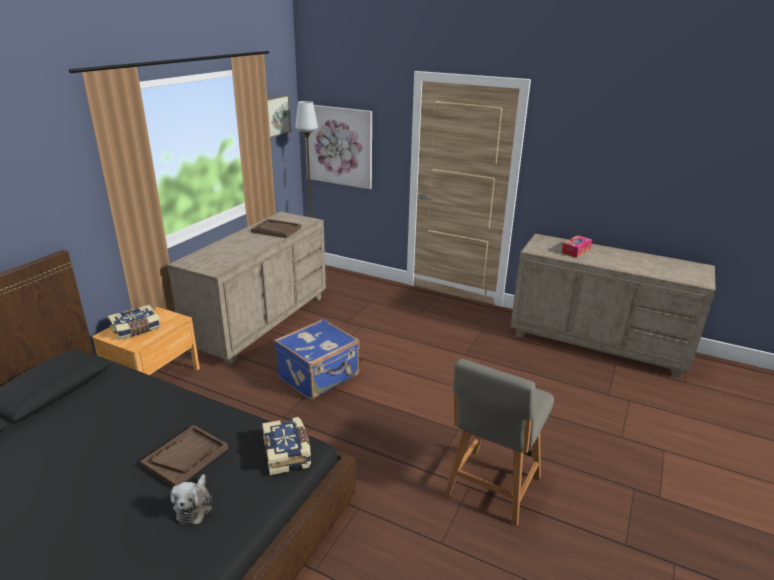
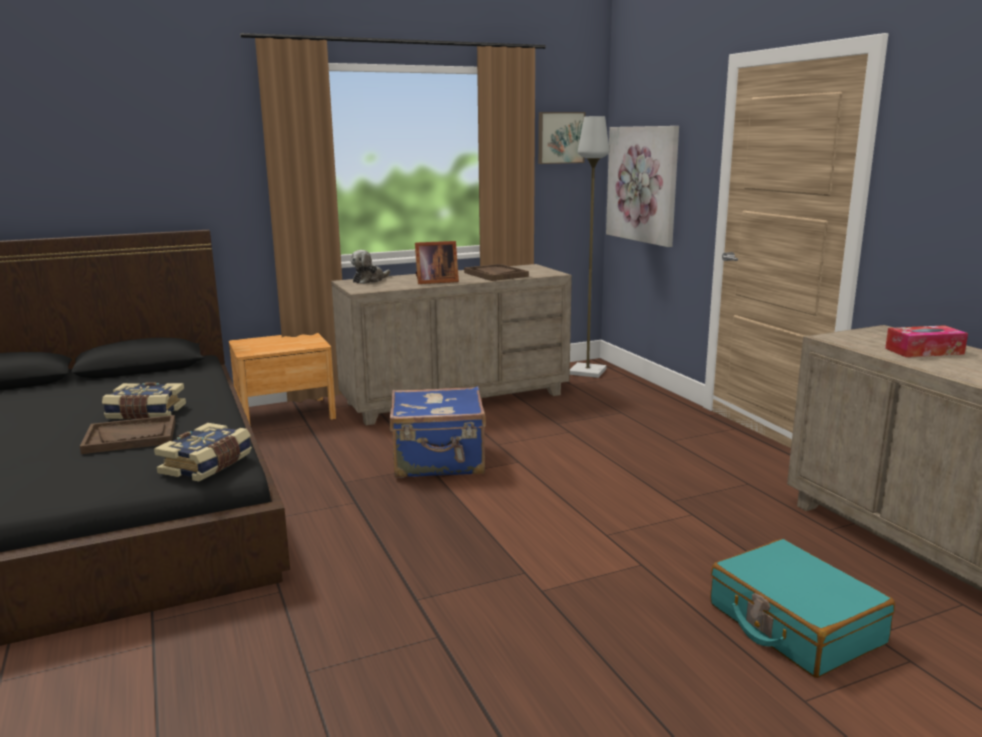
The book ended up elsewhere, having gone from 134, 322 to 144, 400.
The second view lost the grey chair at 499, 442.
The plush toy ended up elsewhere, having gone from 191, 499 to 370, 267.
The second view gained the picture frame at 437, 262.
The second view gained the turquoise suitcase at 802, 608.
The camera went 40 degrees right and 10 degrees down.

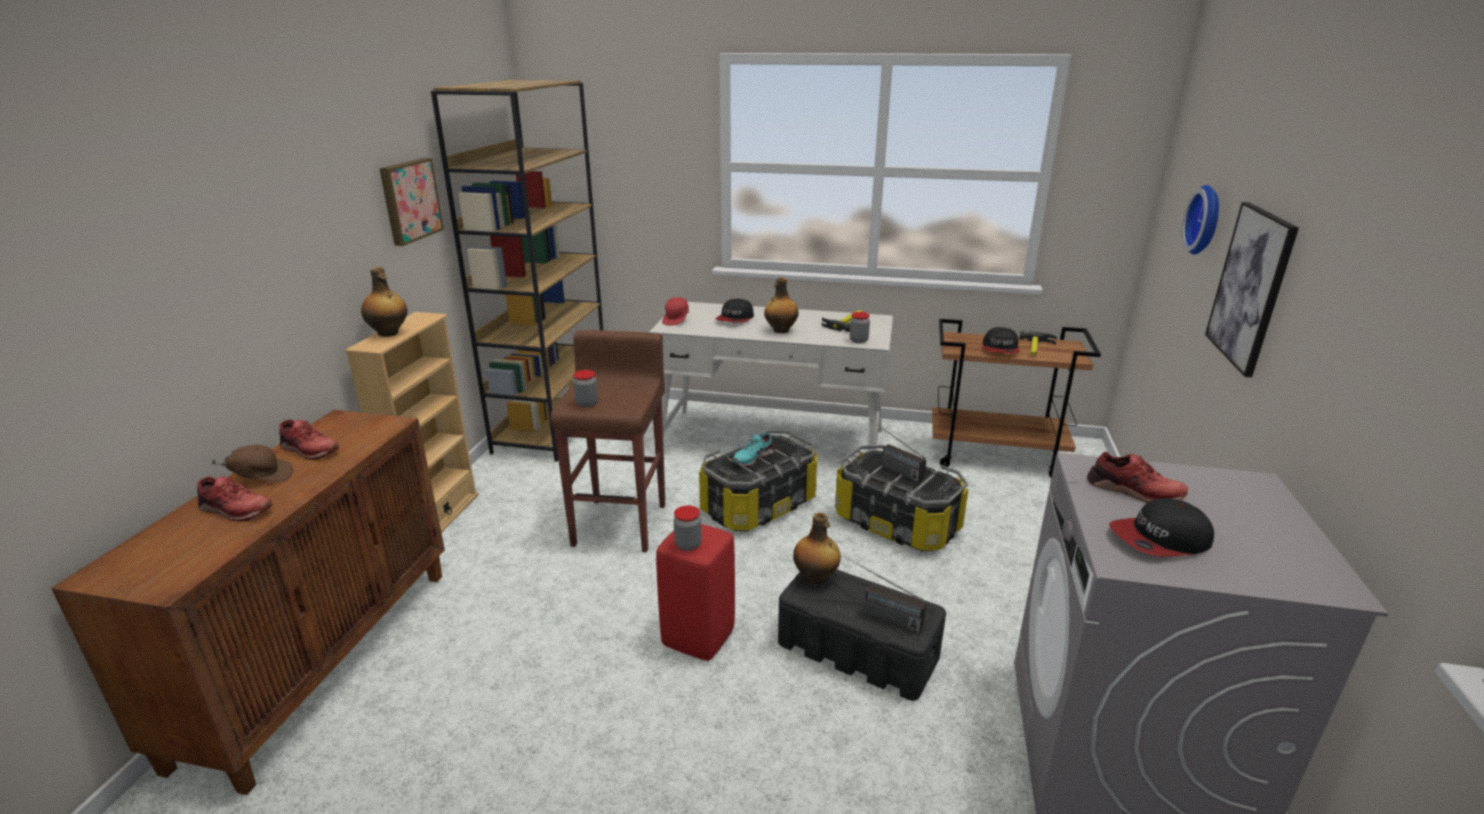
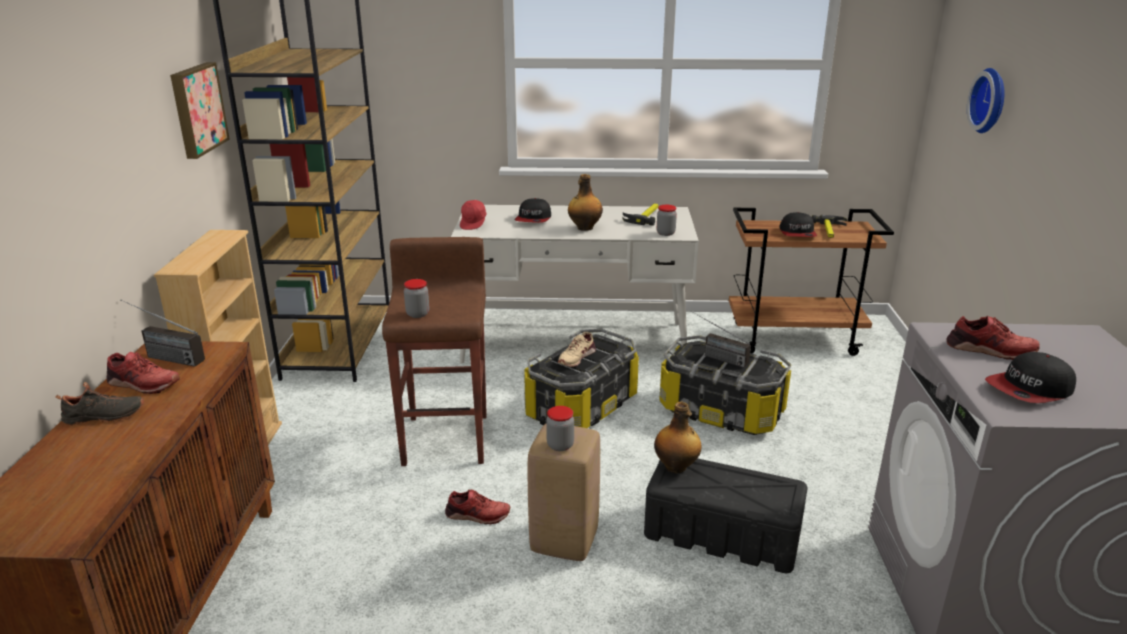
The second view lost the picture at 1252, 289.
The second view lost the bottle at 384, 302.
What was the turquoise shoe at 753, 449 turned into the beige shoe at 577, 349.
Where the brown cap stood at 252, 463, the black shoe came to stand at 100, 403.
The red shoe ended up elsewhere, having gone from 235, 499 to 477, 507.
What was the red stool at 695, 592 turned into the beige stool at 564, 492.
The radio ended up elsewhere, having gone from 884, 594 to 162, 333.
The camera went 10 degrees left and 0 degrees up.

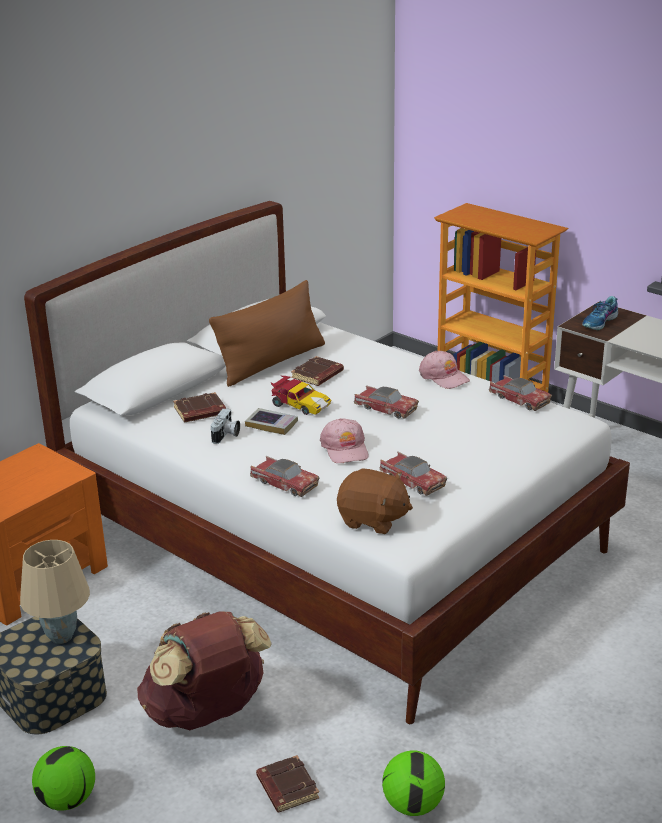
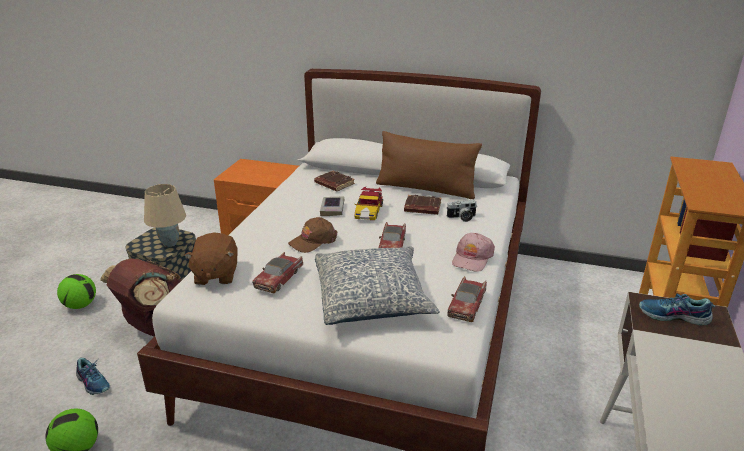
The photo camera ended up elsewhere, having gone from 225, 426 to 461, 211.
What was the pink cap at 344, 440 turned into the brown cap at 313, 235.
The second view lost the toy car at 285, 476.
Where the brown book stood at 288, 783, the shoe came to stand at 93, 376.
The second view gained the pillow at 377, 286.
The camera went 65 degrees right and 0 degrees up.

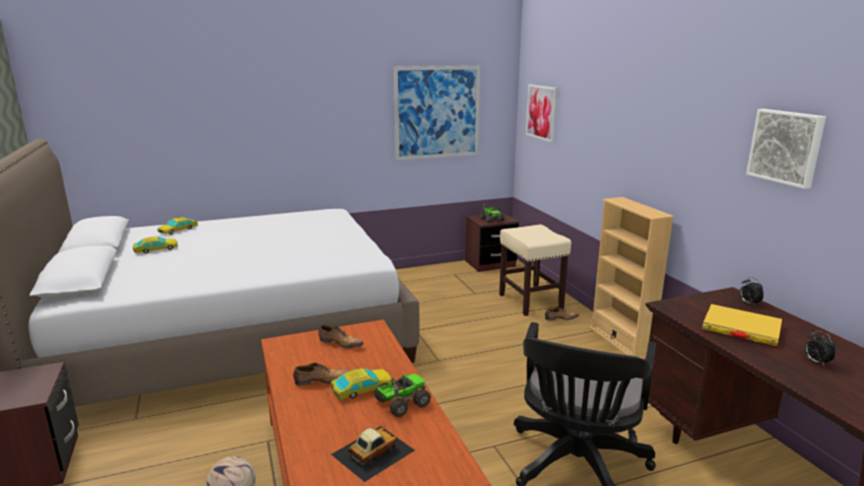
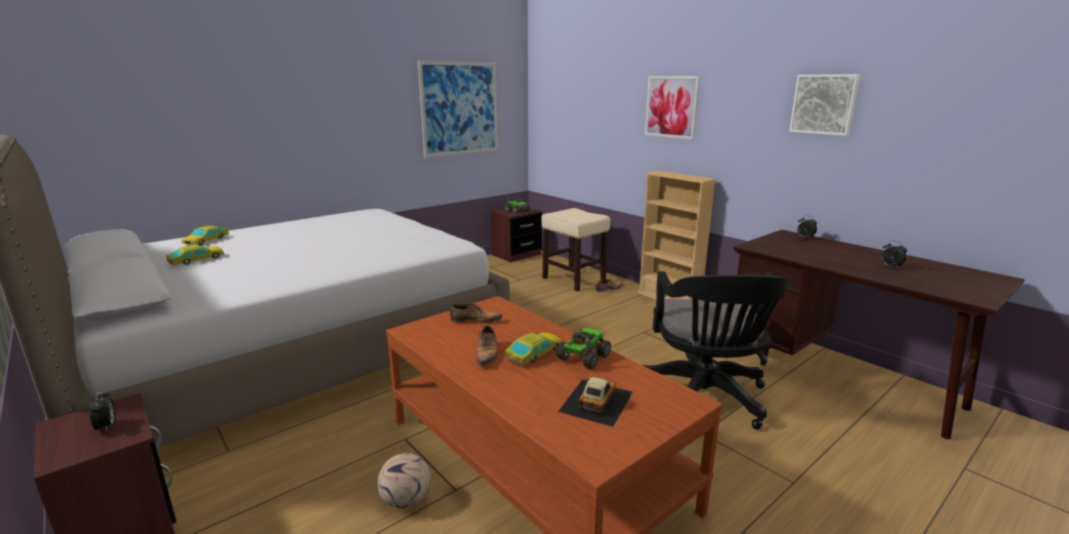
The picture ended up elsewhere, having gone from 542, 113 to 672, 107.
The second view lost the yellow book at 742, 325.
The shoe at 321, 374 ended up facing another way, 120 degrees clockwise from before.
The second view gained the alarm clock at 102, 411.
The camera went 20 degrees left and 0 degrees up.

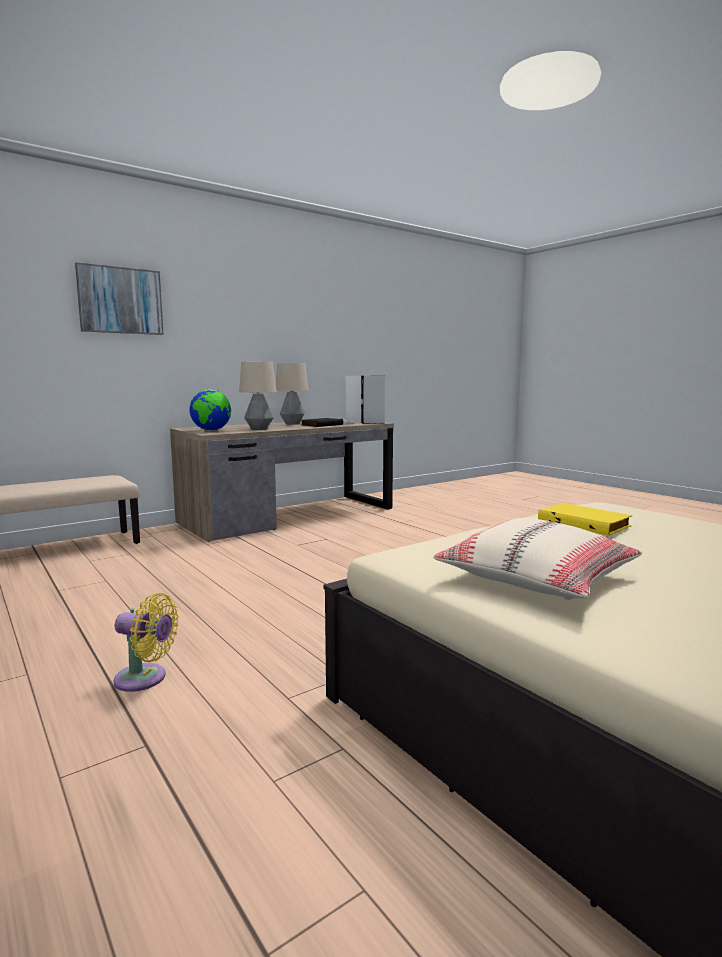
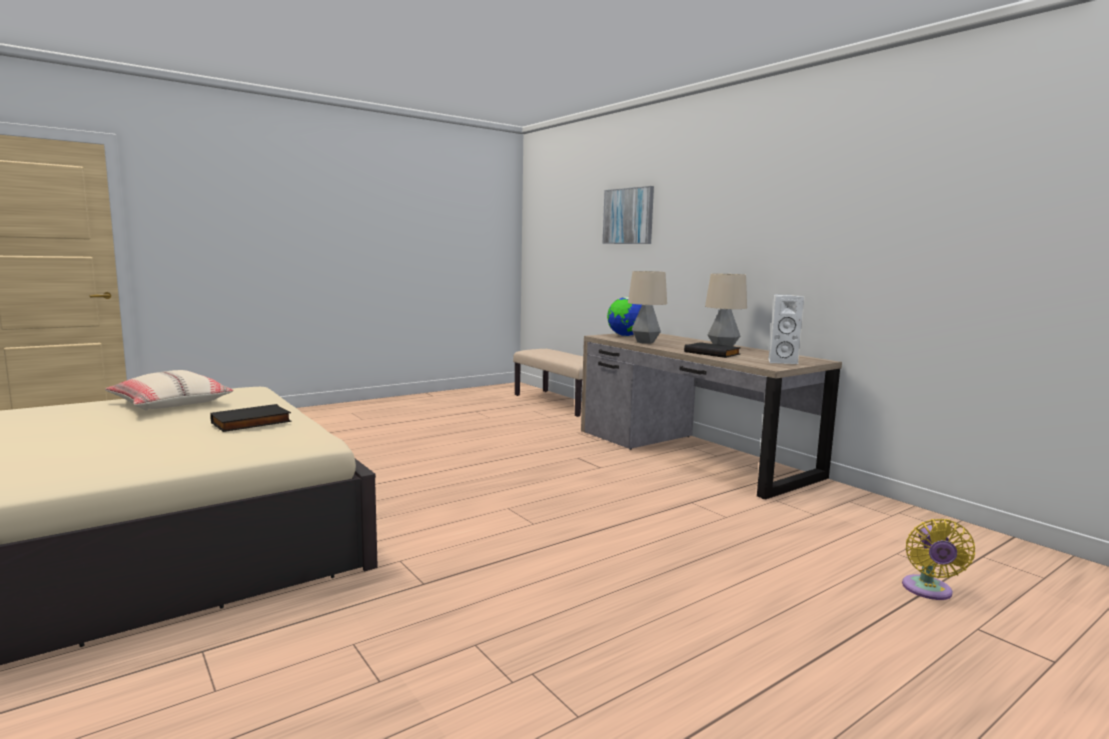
The second view lost the grey speaker at 373, 400.
What was the yellow book at 585, 519 turned into the black book at 250, 418.
The yellow fan ended up elsewhere, having gone from 146, 642 to 938, 559.
The camera went 90 degrees right and 0 degrees up.

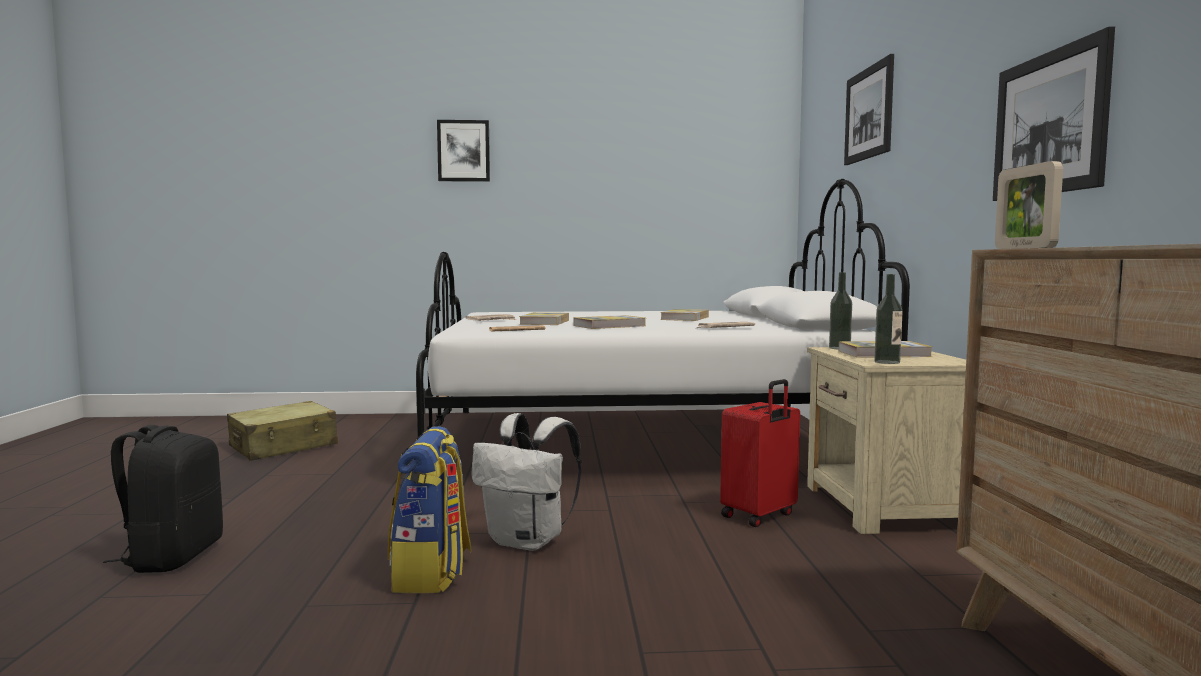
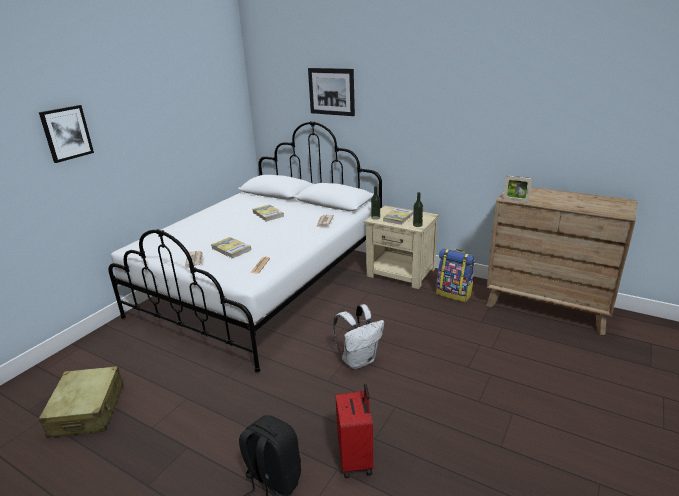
The second view lost the picture at 1054, 113.
The second view lost the book at 609, 322.
The red suitcase ended up elsewhere, having gone from 760, 453 to 354, 431.
The backpack ended up elsewhere, having gone from 430, 509 to 455, 275.
The camera went 55 degrees left and 20 degrees up.

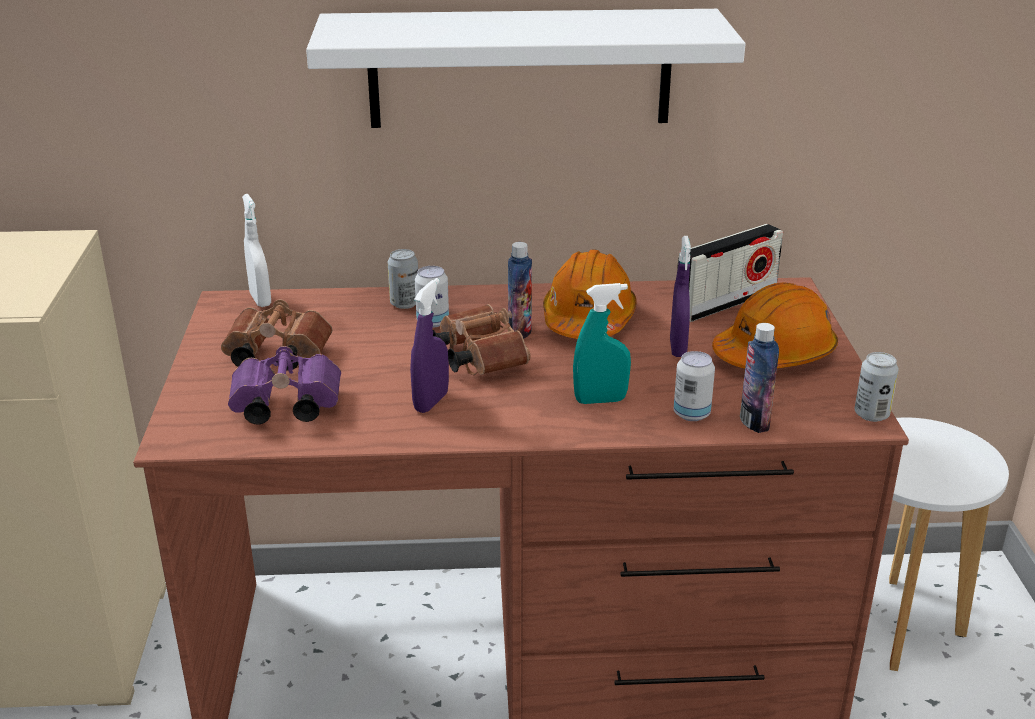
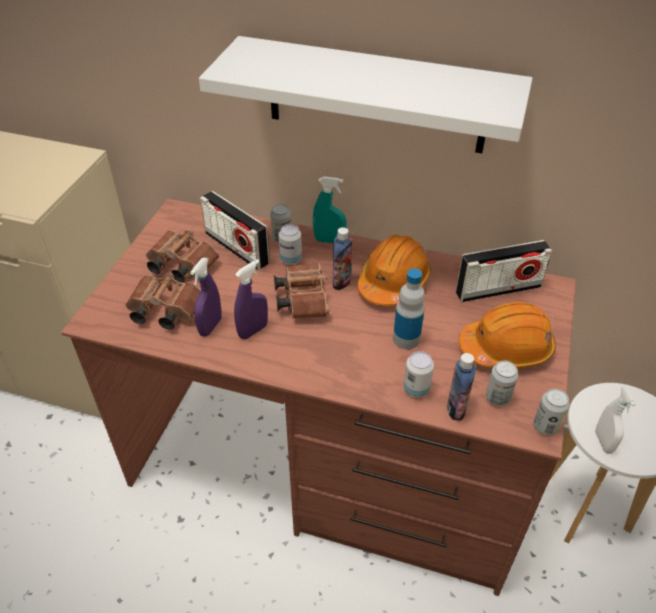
The white spray bottle ended up elsewhere, having gone from 256, 250 to 615, 420.
The purple spray bottle ended up elsewhere, having gone from 680, 296 to 206, 297.
The turquoise spray bottle ended up elsewhere, having gone from 602, 343 to 329, 209.
What was the purple binoculars at 284, 385 turned into the brown binoculars at 163, 301.
The second view gained the radio at 235, 230.
The second view gained the bottle at 409, 308.
The second view gained the can at 502, 383.
The camera went 20 degrees right and 15 degrees up.

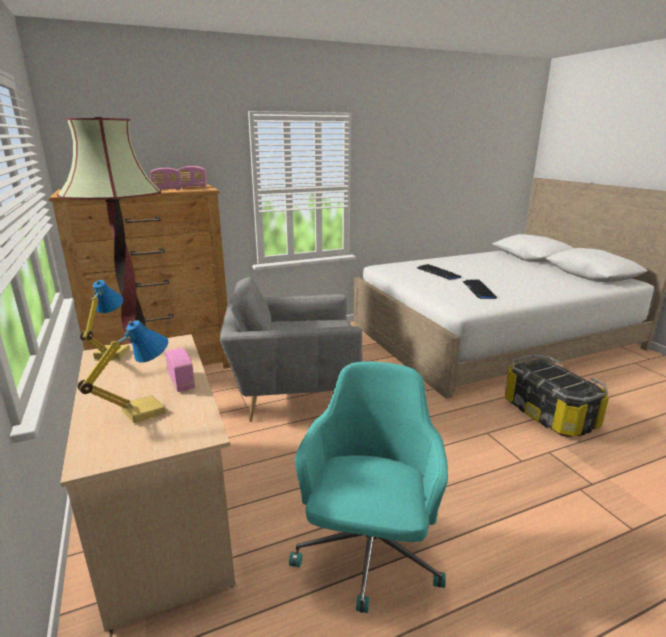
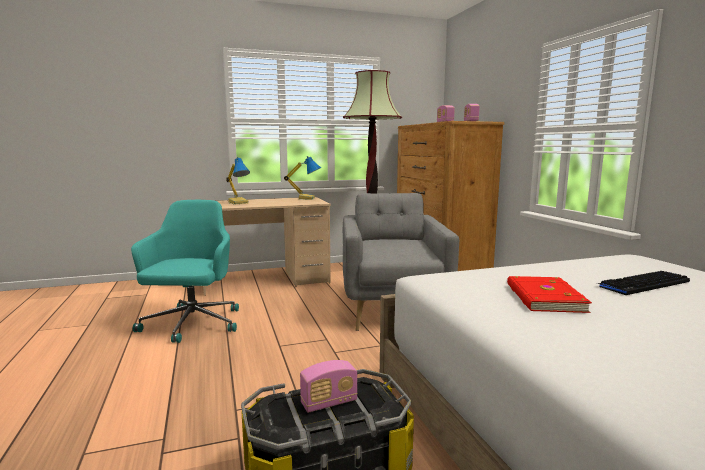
Where the keyboard stood at 480, 289, the red book came to stand at 549, 294.
The radio ended up elsewhere, having gone from 180, 370 to 329, 386.
The turquoise office chair at 368, 487 ended up facing another way, 105 degrees counterclockwise from before.
The camera went 95 degrees right and 10 degrees down.

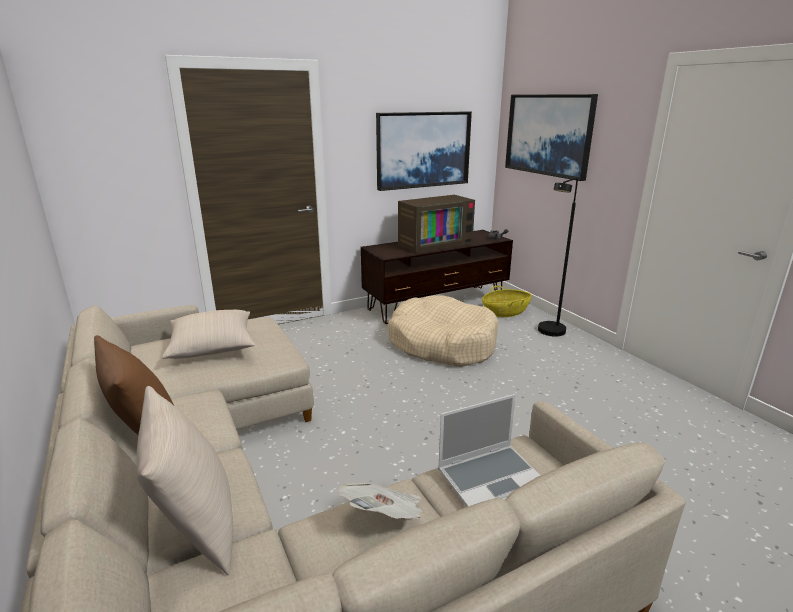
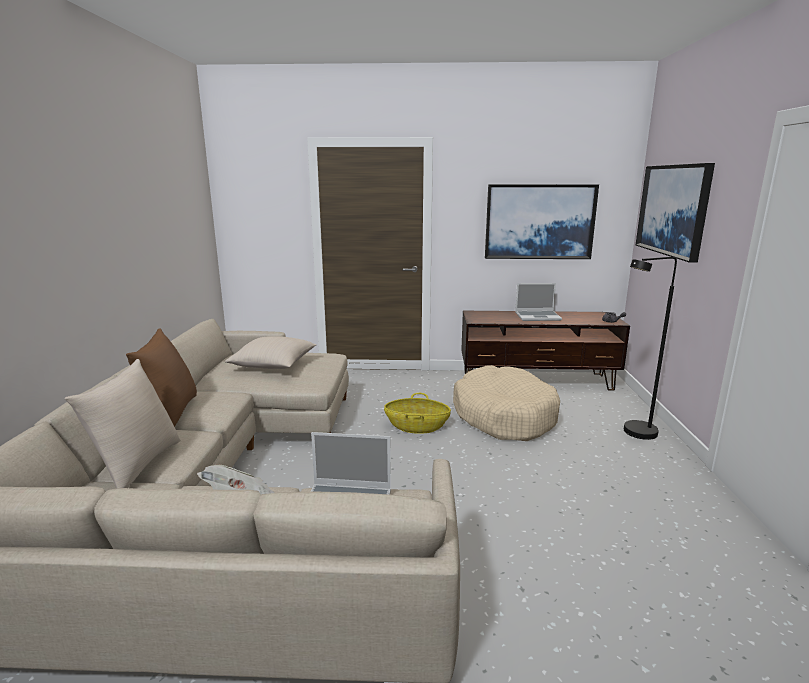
Where the television stood at 436, 224, the laptop came to stand at 538, 302.
The basket ended up elsewhere, having gone from 506, 301 to 417, 413.
The camera went 30 degrees right and 5 degrees down.

